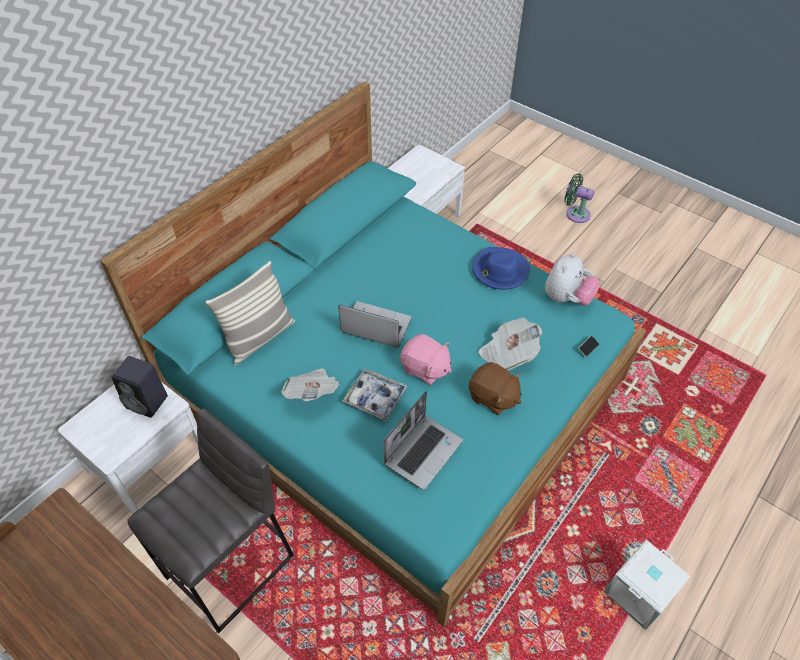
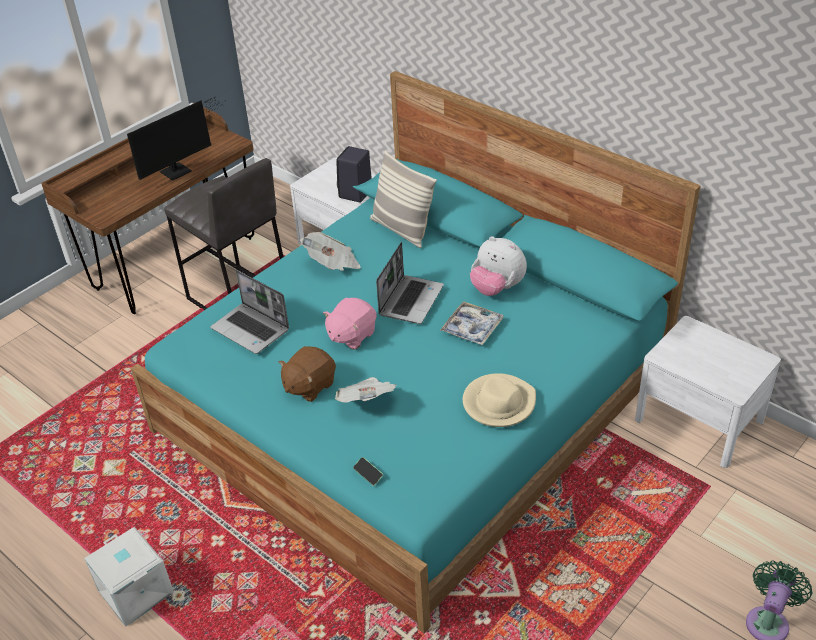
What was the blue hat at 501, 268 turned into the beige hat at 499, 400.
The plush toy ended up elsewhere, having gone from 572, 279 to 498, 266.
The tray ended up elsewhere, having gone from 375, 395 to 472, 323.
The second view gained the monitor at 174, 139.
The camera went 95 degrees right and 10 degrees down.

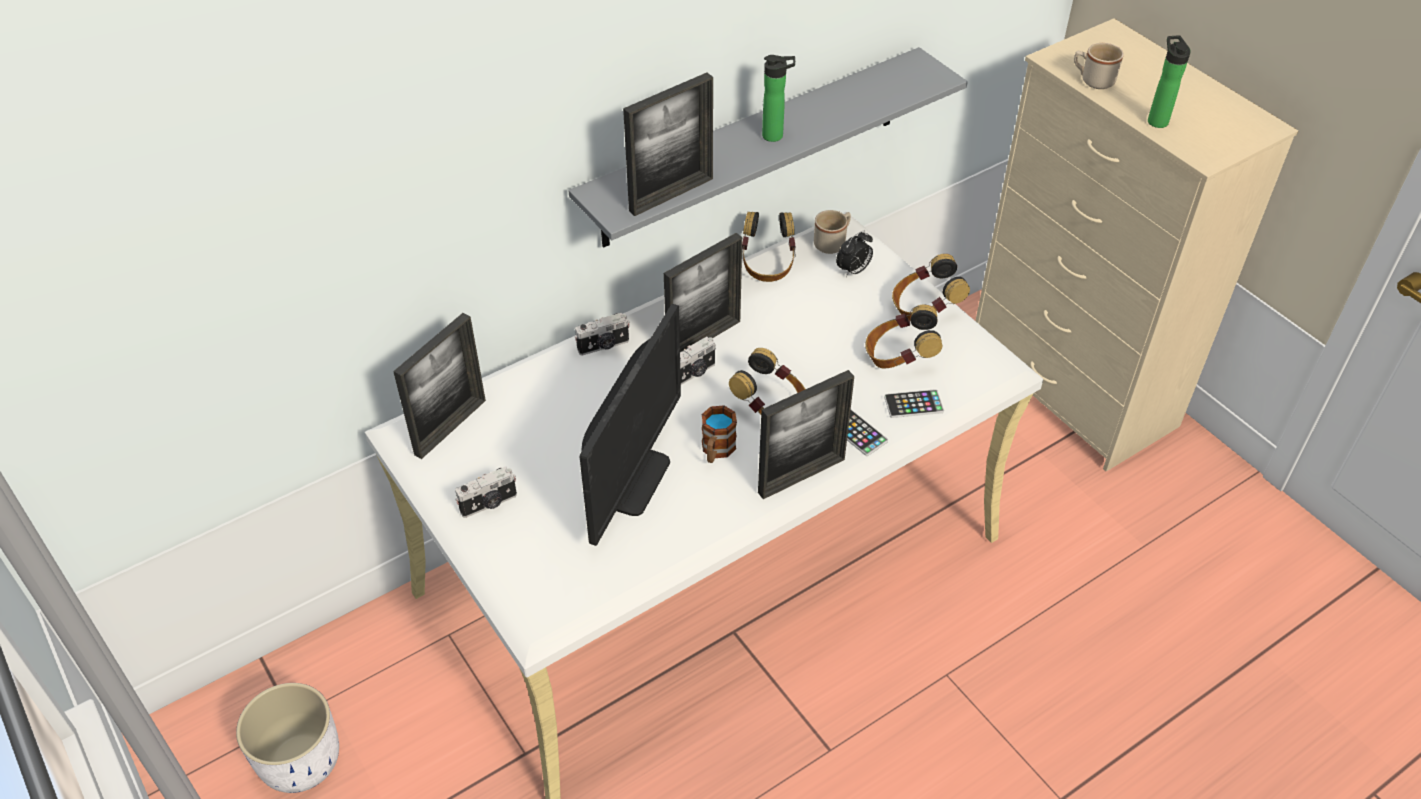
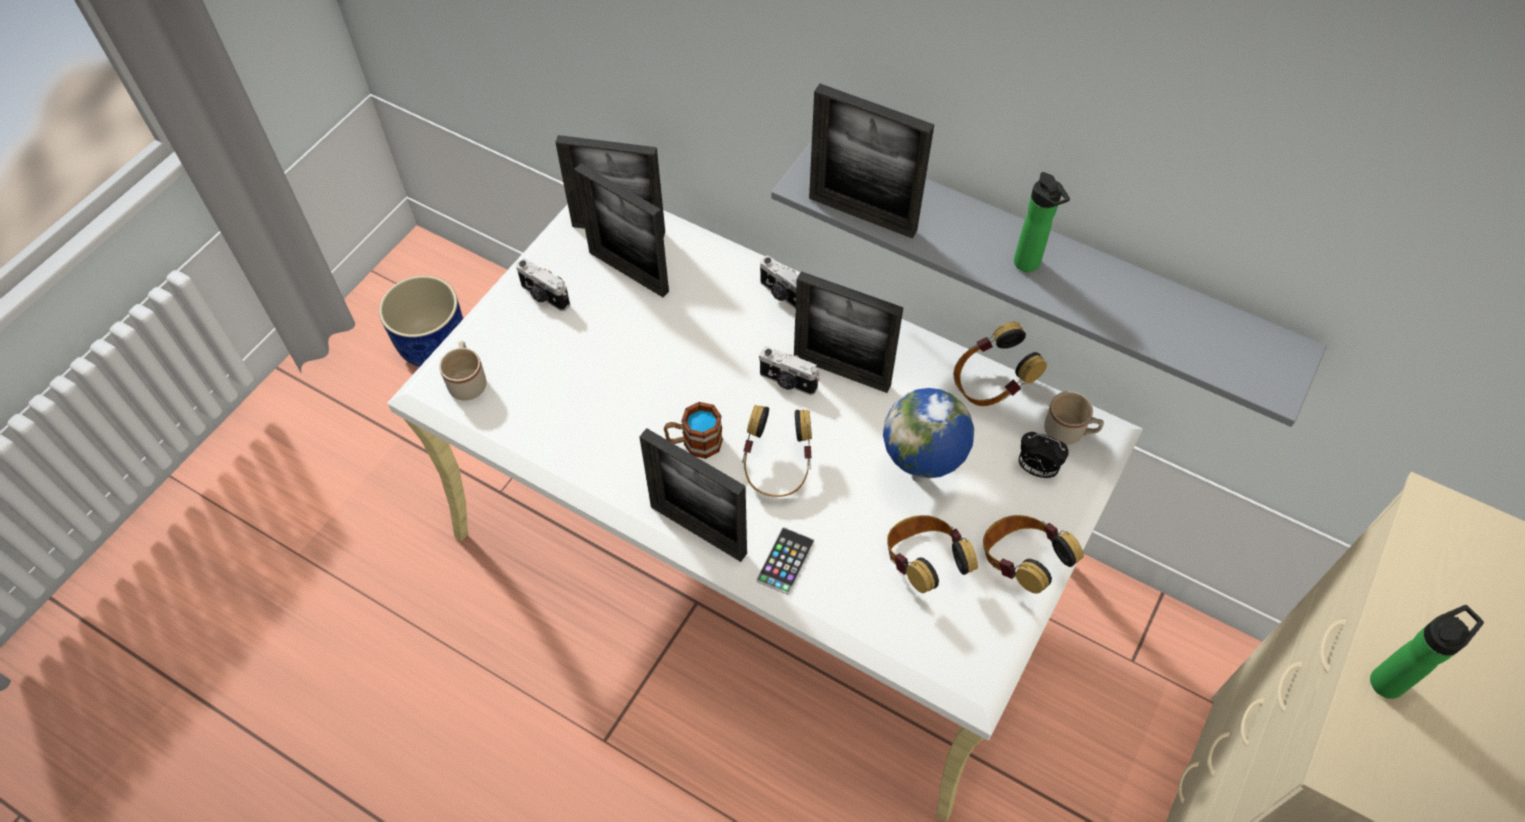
The beige mug ended up elsewhere, having gone from 1099, 66 to 462, 371.
The second view lost the monitor at 630, 425.
The second view lost the phone at 914, 403.
What was the white planter at 287, 738 turned into the blue planter at 421, 321.
The second view gained the picture frame at 621, 230.
The second view gained the globe at 928, 435.
The camera went 65 degrees right and 10 degrees up.

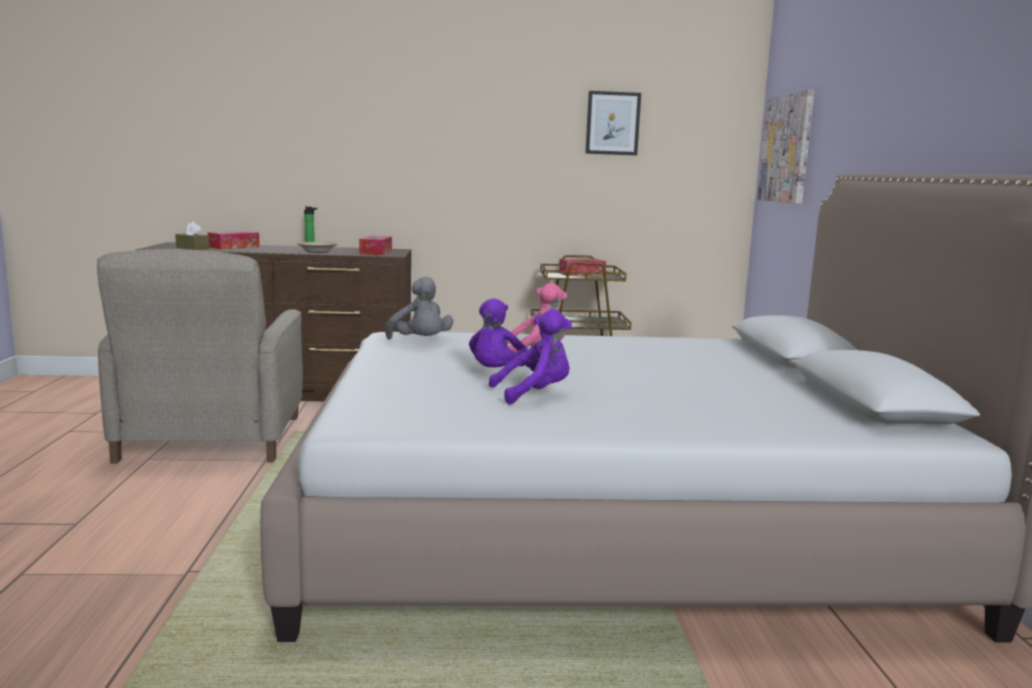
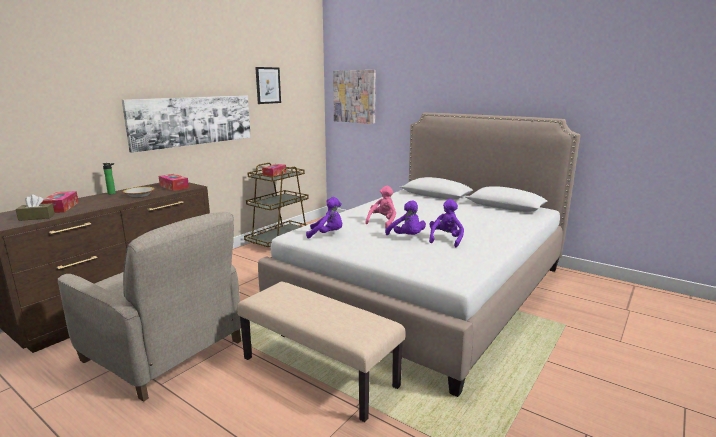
What was the grey plush toy at 419, 307 turned into the purple plush toy at 324, 218.
The second view gained the picture at 186, 124.
The second view gained the beige bench at 321, 352.
The camera went 50 degrees left and 5 degrees up.

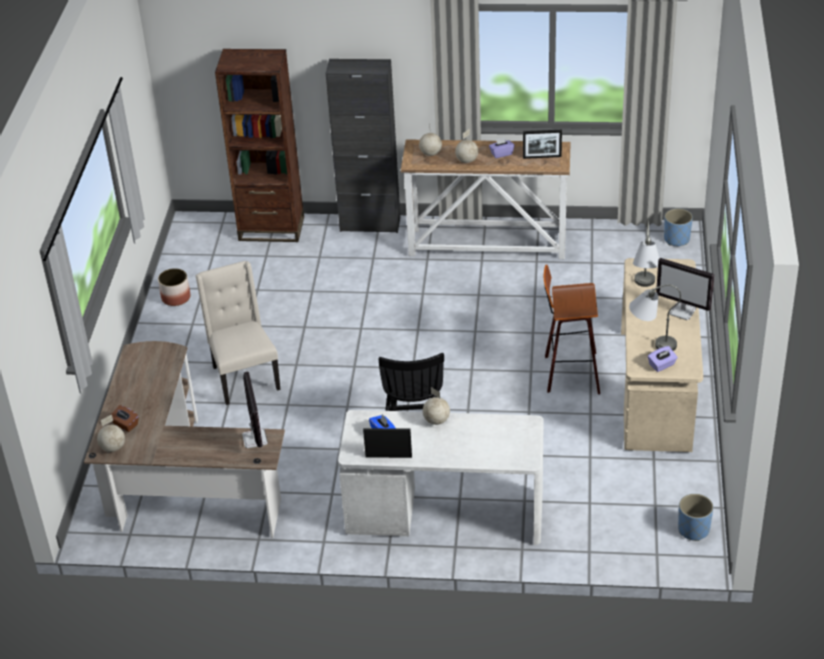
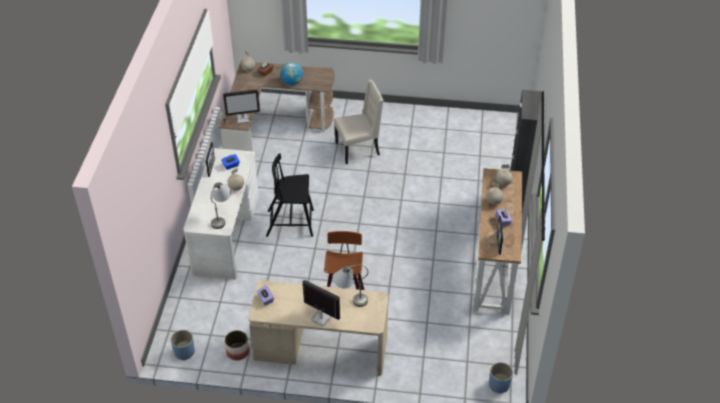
The second view lost the brown bookcase at 259, 145.
The monitor at 685, 289 ended up facing another way, 90 degrees clockwise from before.
The planter ended up elsewhere, having gone from 174, 287 to 237, 345.
The grey table lamp ended up elsewhere, having gone from 655, 318 to 221, 205.
The second view gained the globe at 291, 73.
The camera went 90 degrees right and 5 degrees up.

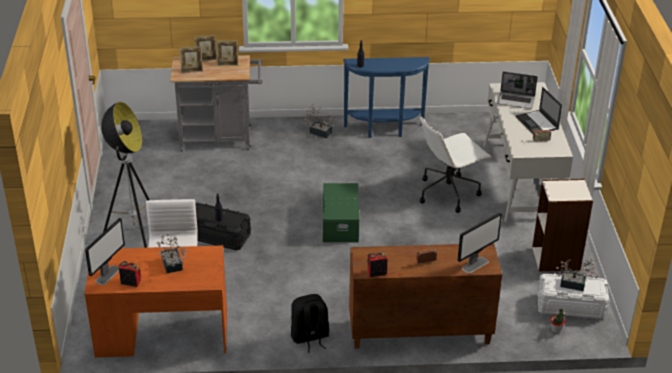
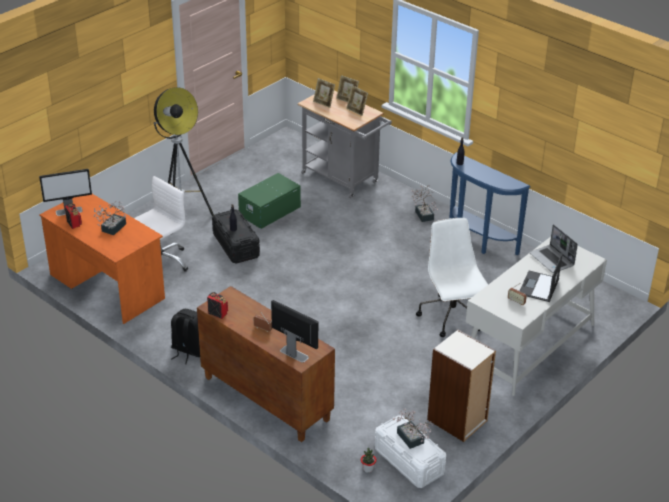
The white office chair at 455, 164 ended up facing another way, 60 degrees clockwise from before.
The green storage box ended up elsewhere, having gone from 340, 212 to 269, 201.
The monitor at 480, 243 ended up facing another way, 150 degrees counterclockwise from before.
The camera went 45 degrees right and 0 degrees up.

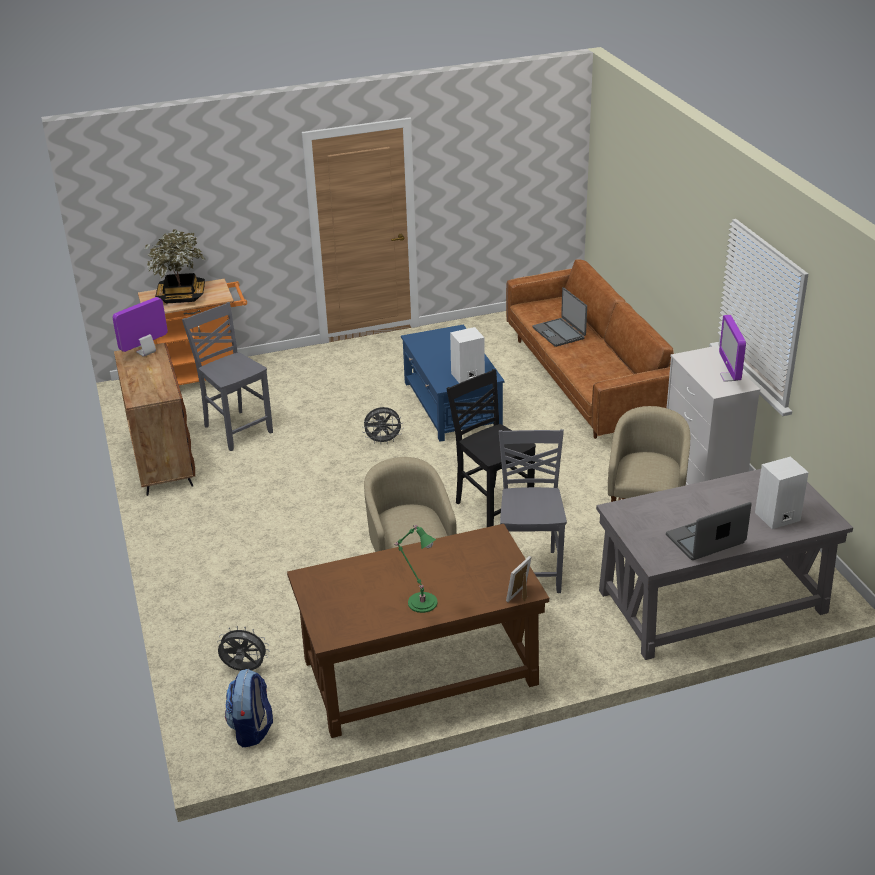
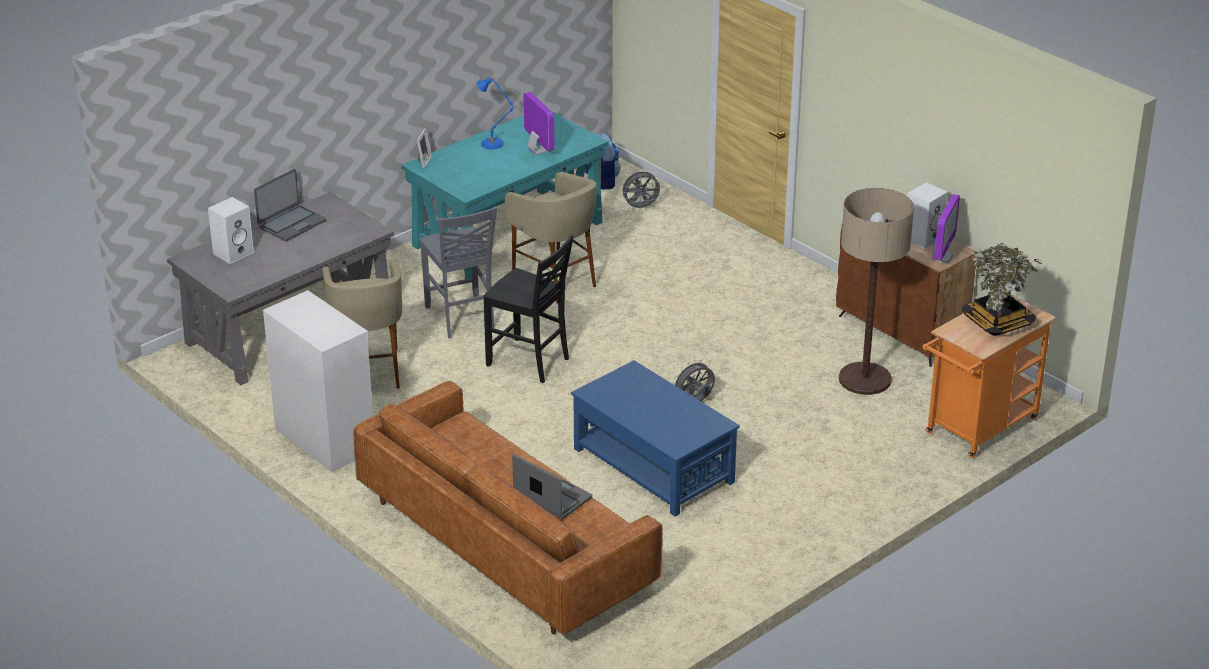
Where the grey chair stood at 227, 376, the floor lamp came to stand at 876, 291.
The monitor ended up elsewhere, having gone from 732, 348 to 539, 123.
The white speaker ended up elsewhere, having gone from 467, 355 to 927, 216.
What was the brown desk at 418, 631 turned into the turquoise desk at 505, 197.
What was the green table lamp at 415, 569 turned into the blue table lamp at 497, 113.
The camera went 155 degrees right and 0 degrees up.

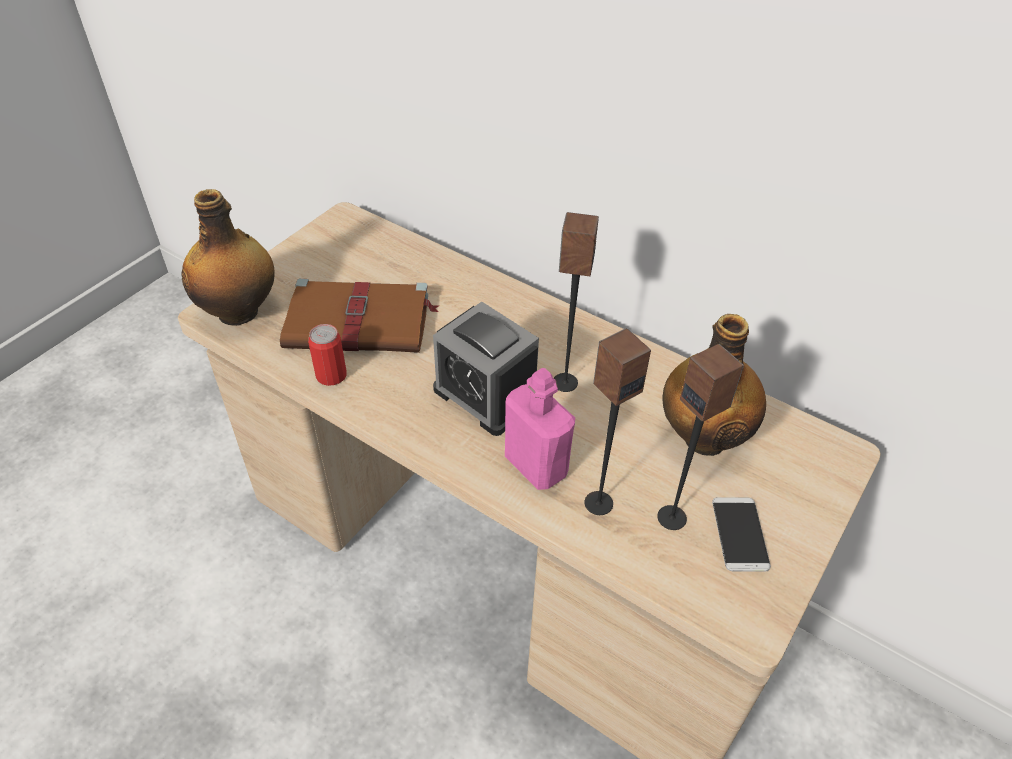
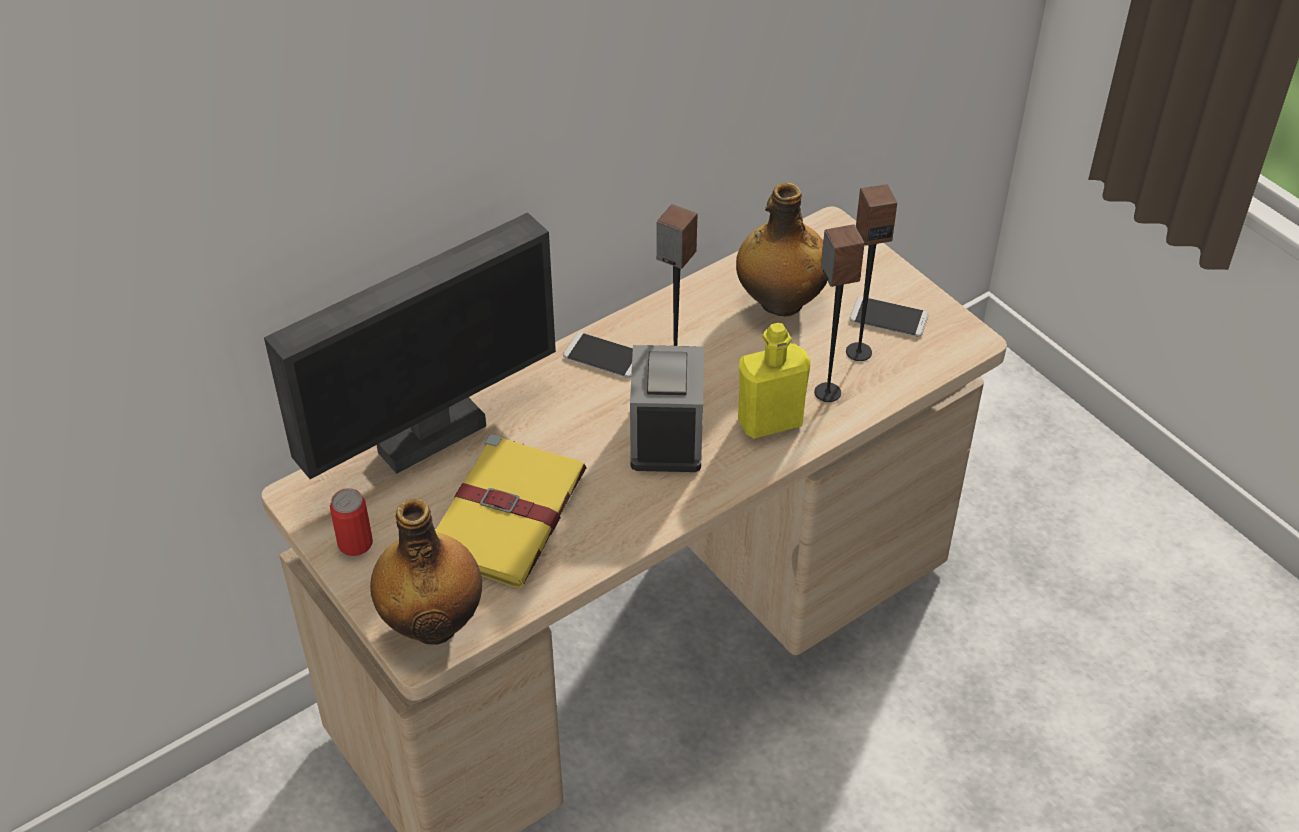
What was the brown book at 359, 316 turned into the yellow book at 511, 511.
The alarm clock at 486, 369 ended up facing another way, 120 degrees clockwise from before.
The can ended up elsewhere, having gone from 327, 355 to 351, 522.
What was the pink bottle at 540, 429 turned into the yellow bottle at 774, 381.
The second view gained the monitor at 410, 345.
The second view gained the phone at 598, 355.
The camera went 70 degrees left and 0 degrees up.

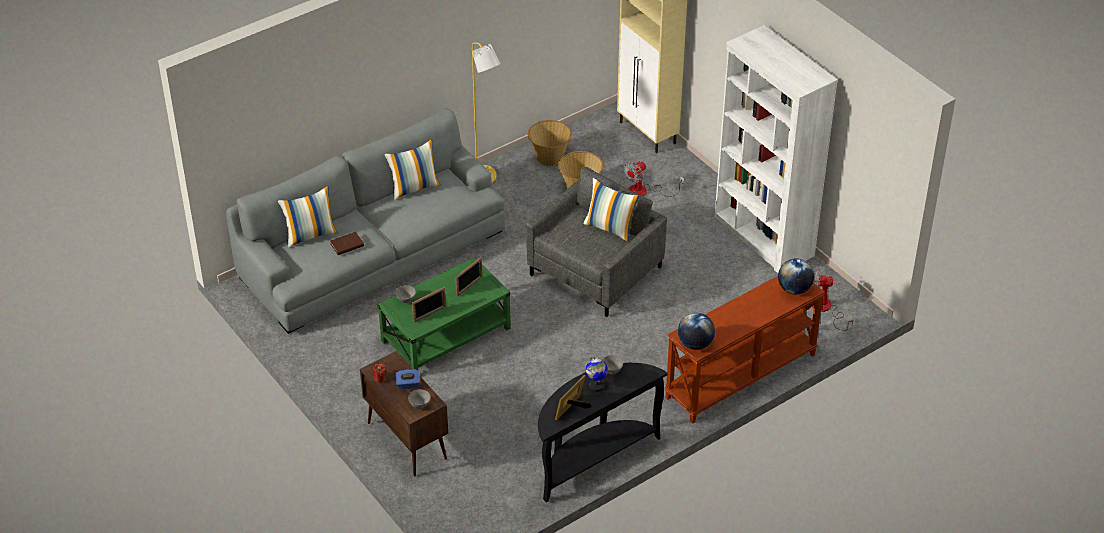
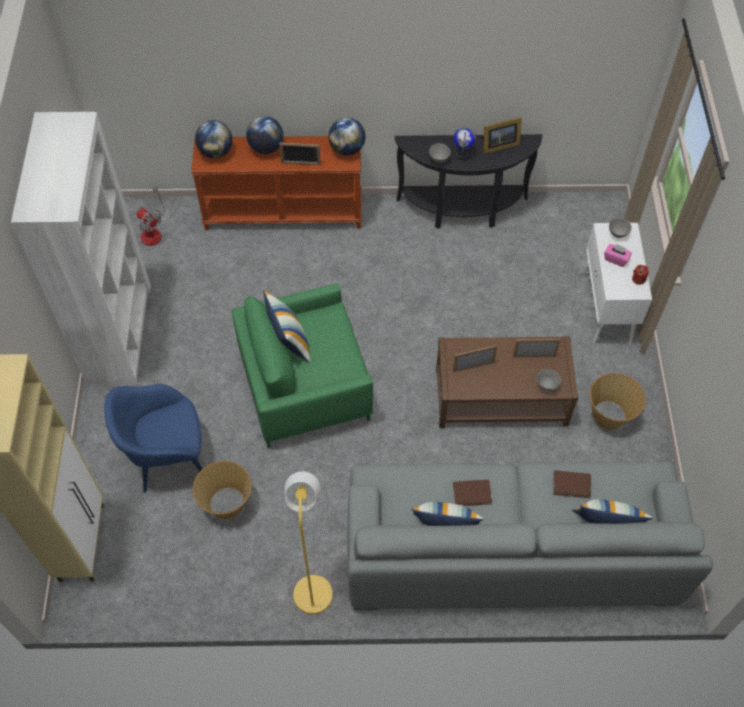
The basket ended up elsewhere, having gone from 549, 143 to 618, 401.
Where the fan stood at 654, 179, the blue armchair came to stand at 153, 438.
What was the grey armchair at 596, 242 turned into the green armchair at 302, 365.
What was the green coffee table at 444, 313 turned into the brown coffee table at 507, 382.
What was the brown cabinet at 404, 413 turned into the white cabinet at 617, 284.
What was the blue tissue box at 407, 379 turned into the pink tissue box at 618, 255.
The second view gained the globe at 264, 135.
The second view gained the picture frame at 300, 153.
The second view gained the brown book at 472, 493.
The camera went 145 degrees left and 15 degrees up.

